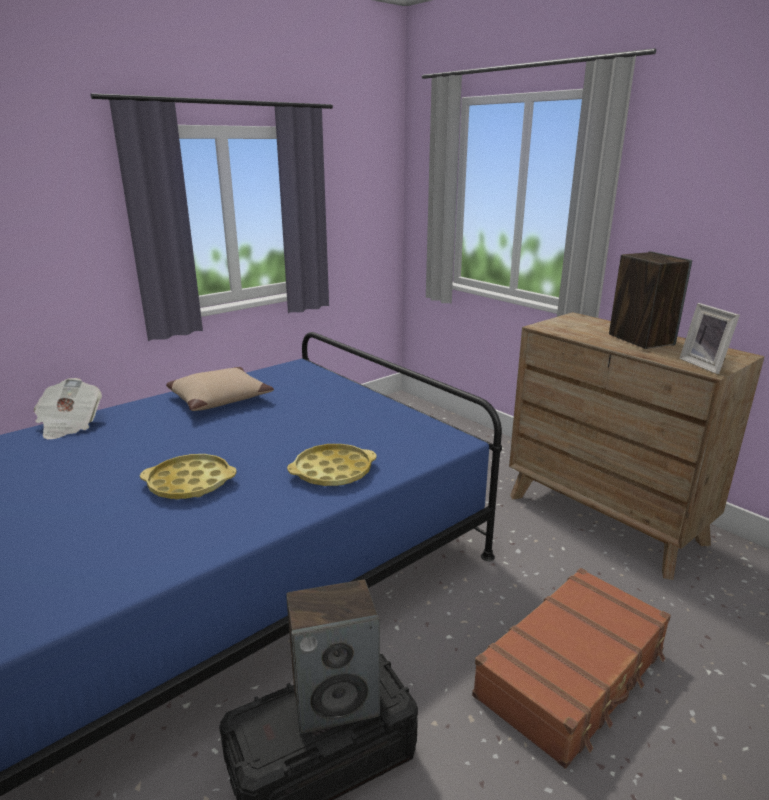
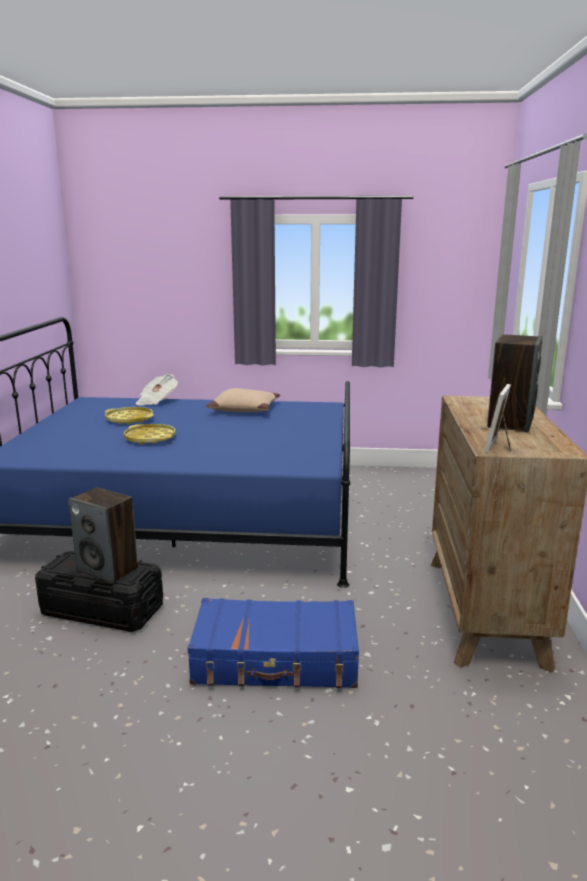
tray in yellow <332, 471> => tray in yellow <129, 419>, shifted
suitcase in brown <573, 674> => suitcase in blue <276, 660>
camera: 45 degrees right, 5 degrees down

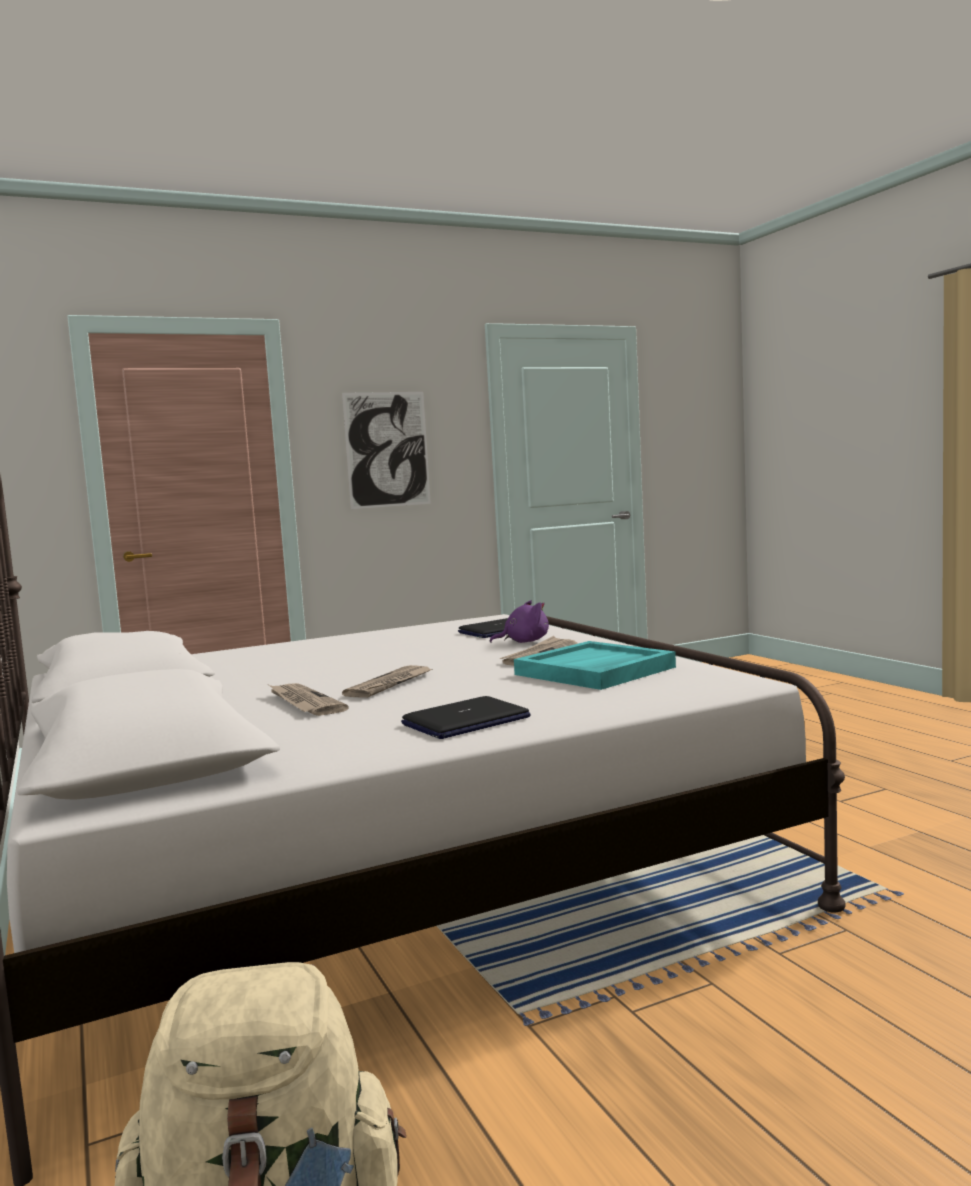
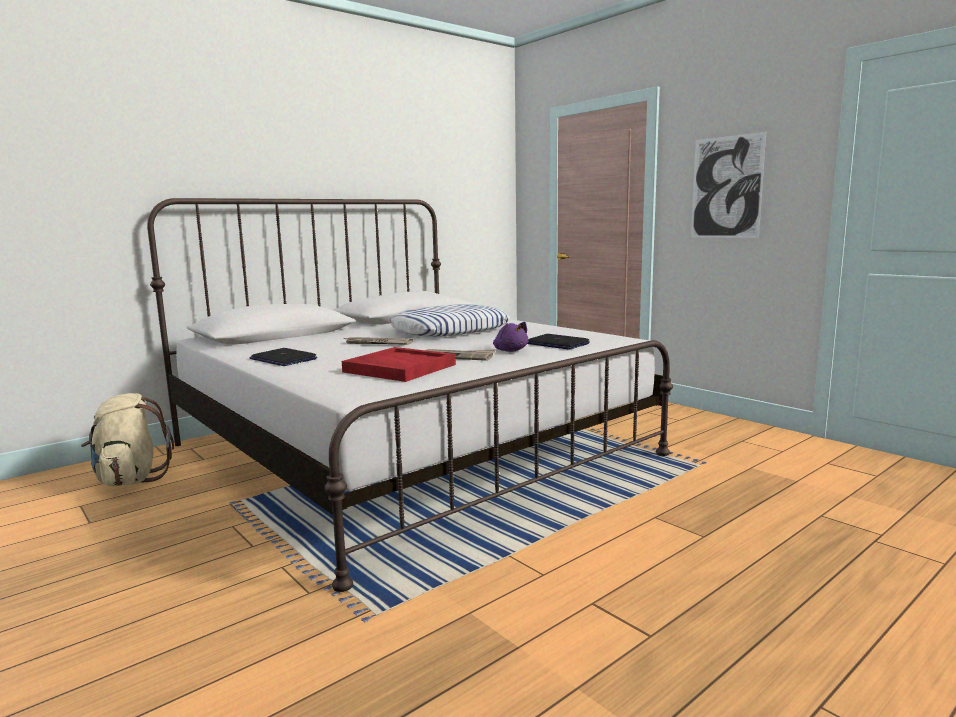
newspaper <304, 703> => nothing
tray in turquoise <594, 671> => tray in red <398, 368>
nothing => pillow <450, 330>
camera: 75 degrees right, 5 degrees up

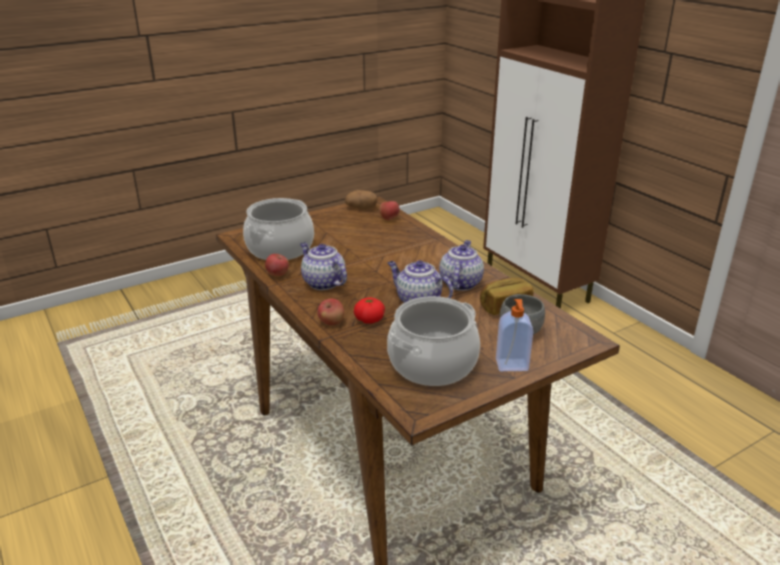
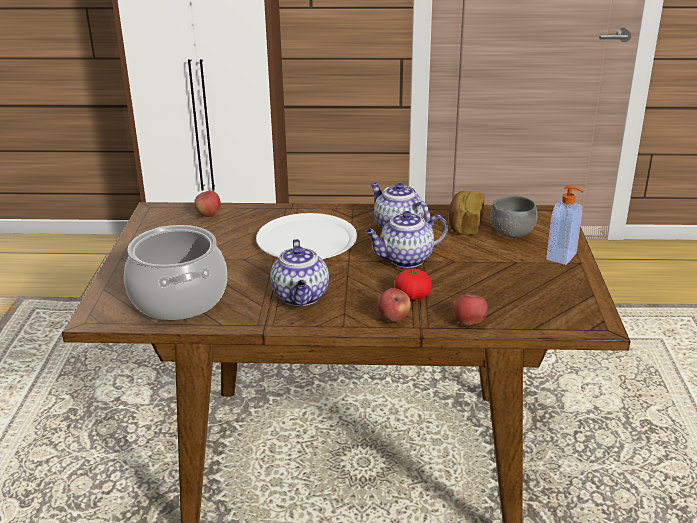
apple <277, 274> => apple <469, 322>, shifted
teapot <322, 282> => teapot <301, 297>, 90 degrees counterclockwise
potato <361, 208> => nothing
cooking pot <433, 364> => nothing
nothing => plate in white <307, 239>
camera: 55 degrees left, 0 degrees up

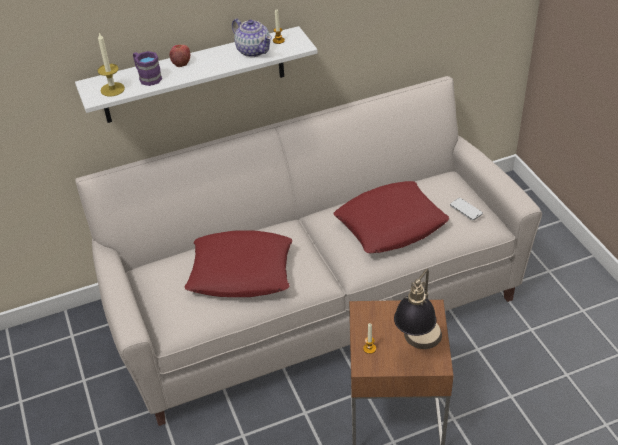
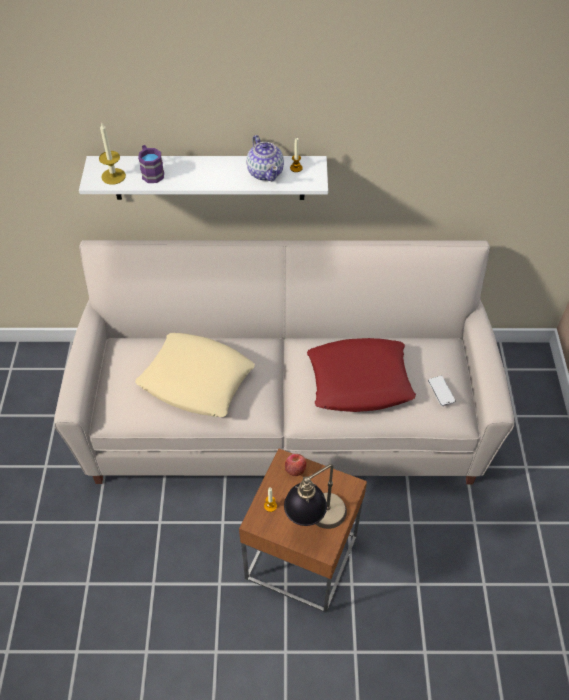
apple <181, 62> => apple <295, 469>, shifted
pillow in red <240, 271> => pillow in beige <196, 380>
camera: 20 degrees right, 10 degrees up

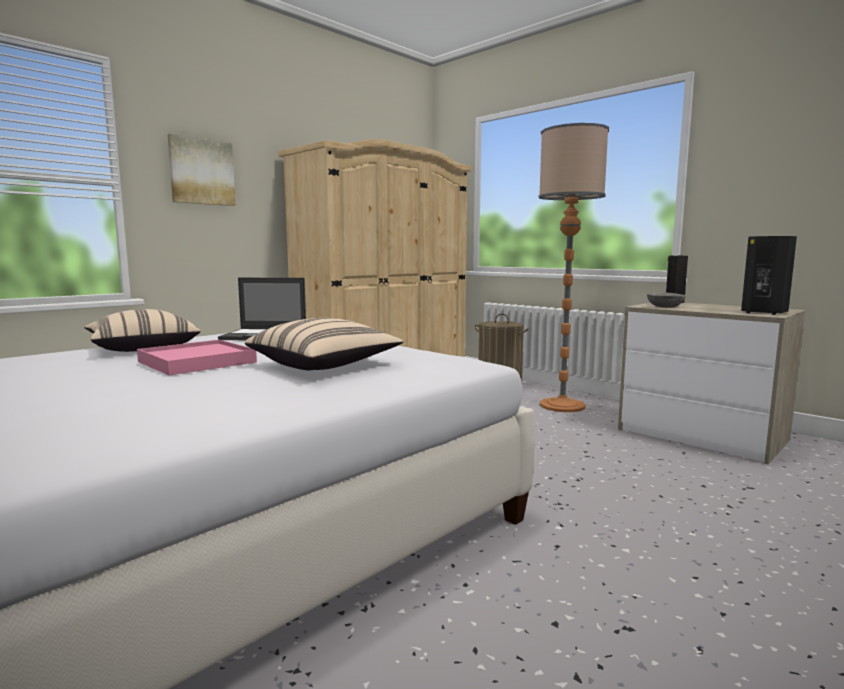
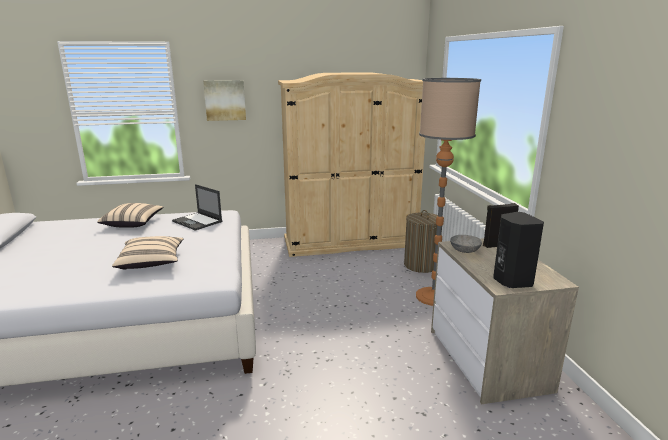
tray in pink <197, 362> => nothing
camera: 35 degrees right, 10 degrees up

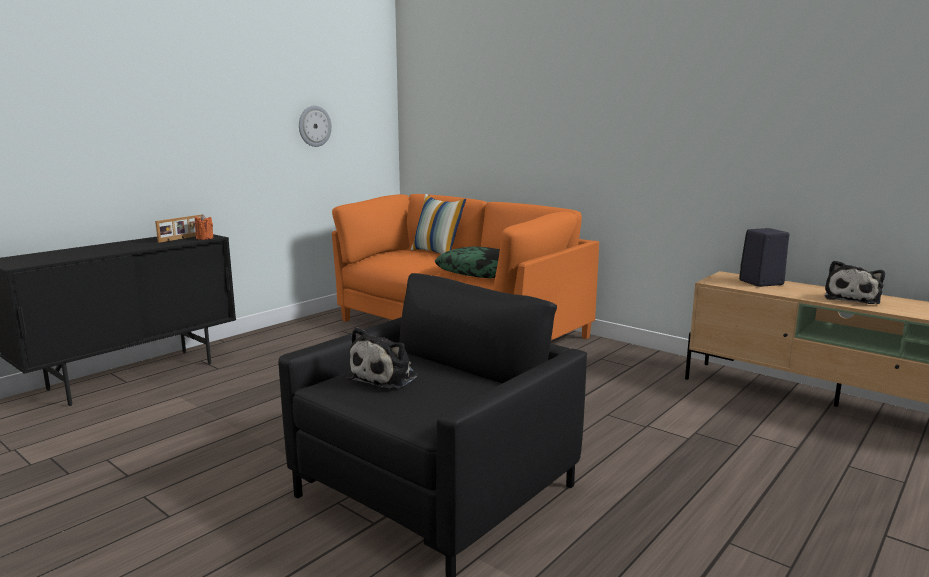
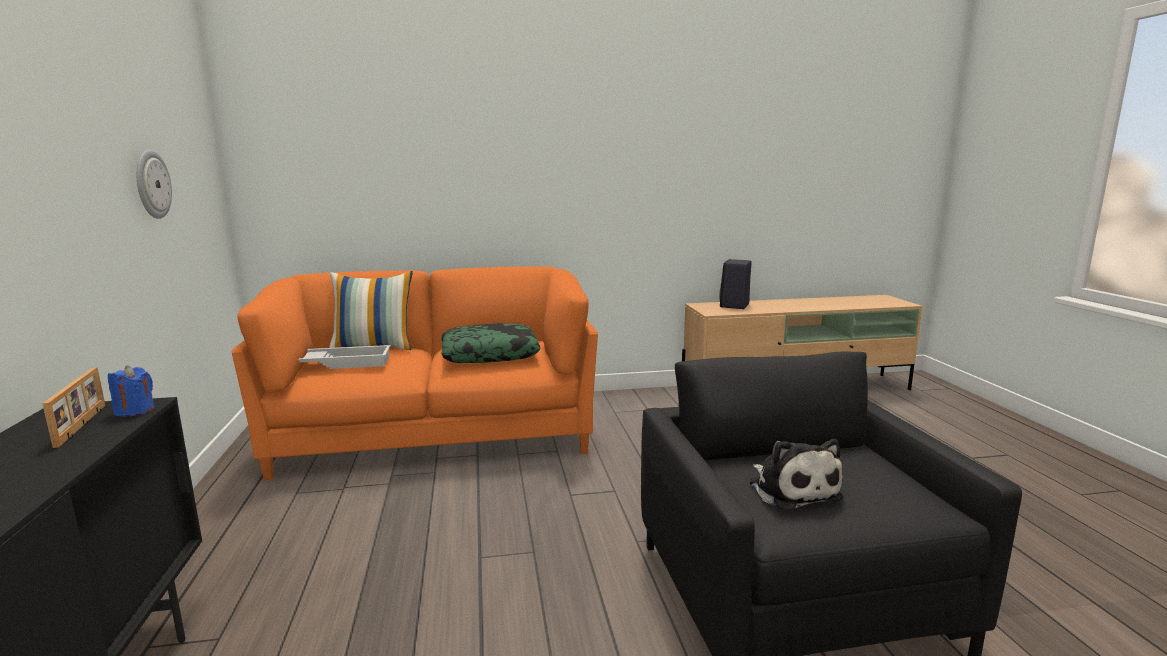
candle in orange <204, 238> => candle in blue <135, 411>
plush toy <852, 298> => nothing
nothing => tray in white <345, 363>
camera: 50 degrees left, 0 degrees up

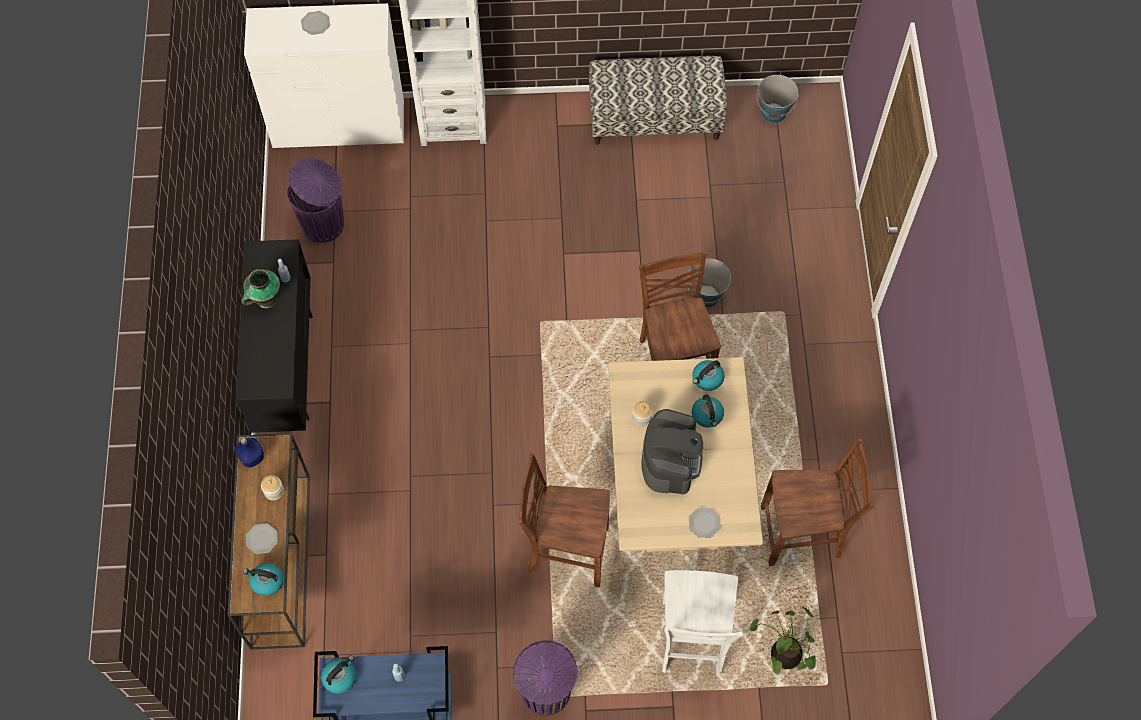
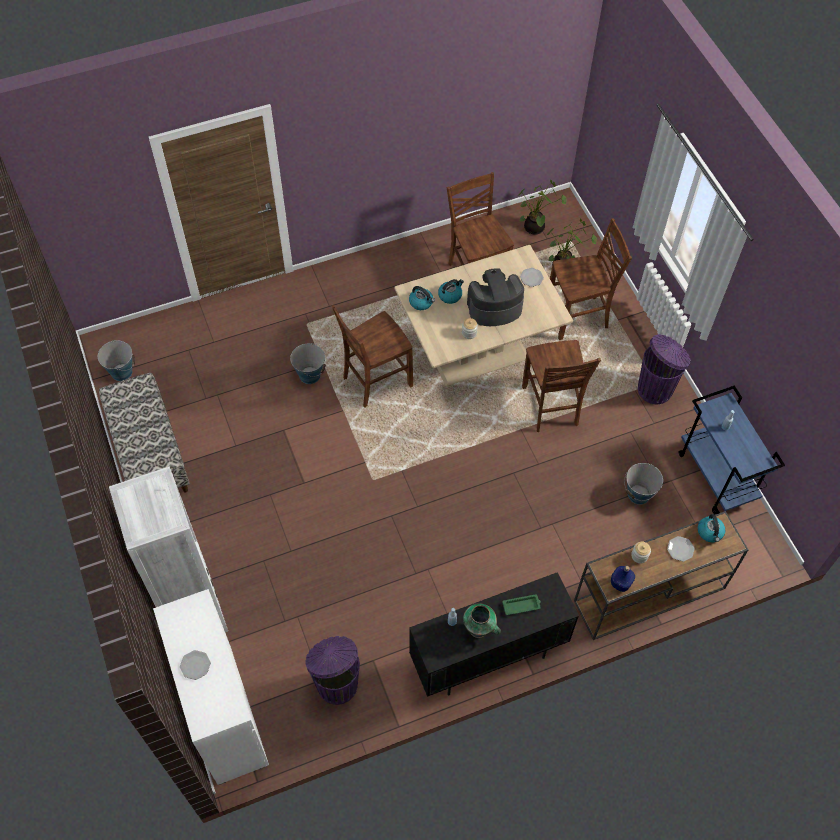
kettle <340, 677> => nothing
chair in white <692, 640> => chair in brown <578, 317>
nothing => tray in green <522, 605>
nothing => potted plant <535, 229>
nothing => bucket <639, 494>
camera: 110 degrees left, 5 degrees down

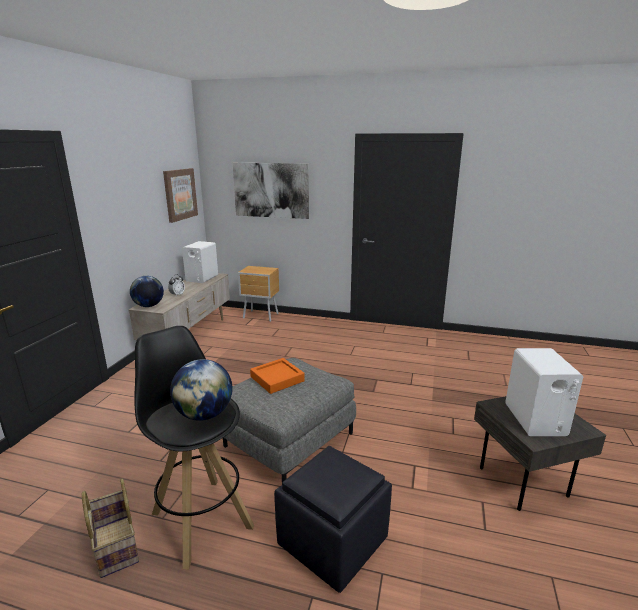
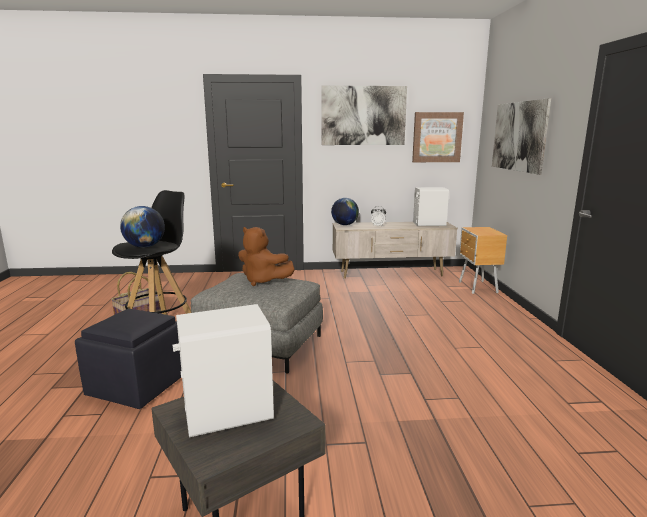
tray in orange <277, 379> => plush toy in brown <263, 281>
nothing => picture <363, 115>
camera: 70 degrees right, 5 degrees down

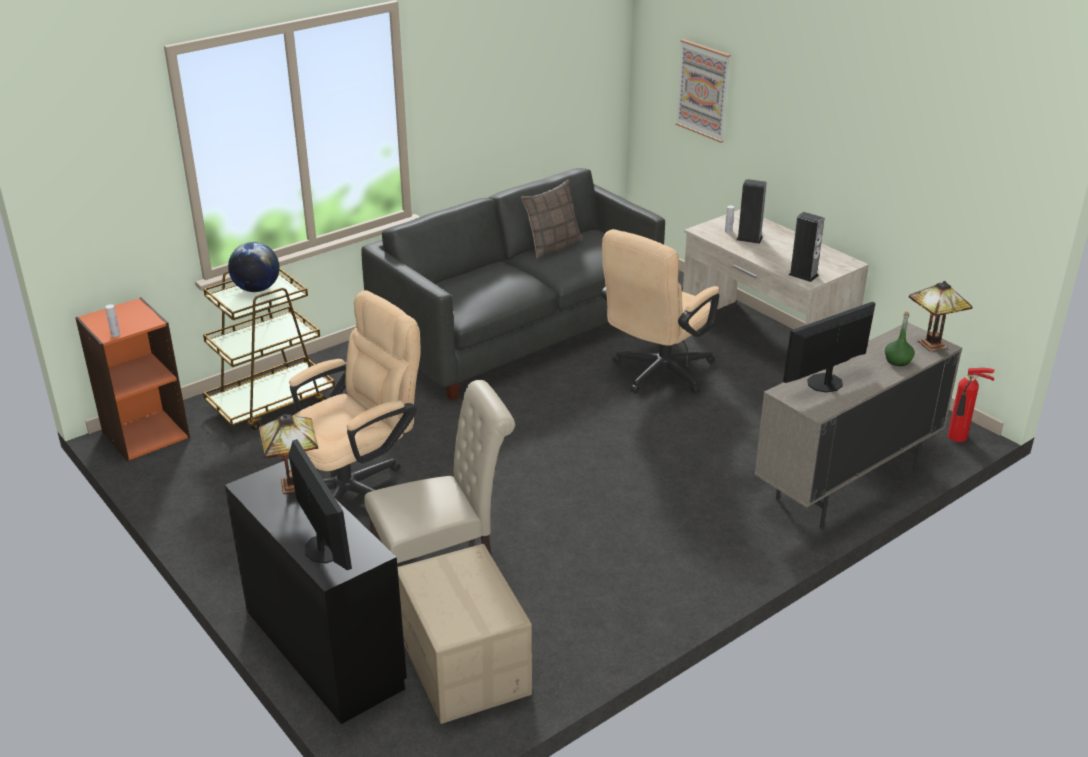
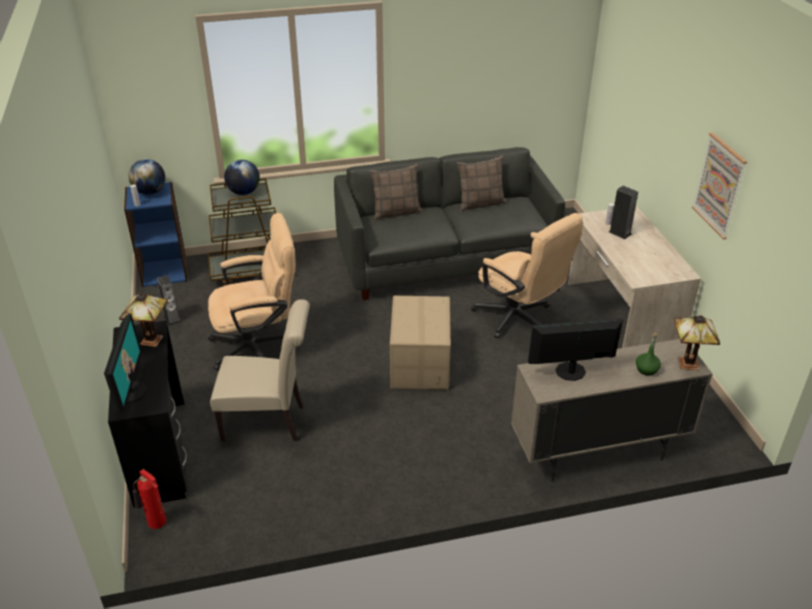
bookcase in orange <145, 434> => bookcase in blue <164, 271>
cardboard box <466, 665> => cardboard box <420, 363>, shifted
office chair in beige <656, 375> => office chair in beige <519, 320>, 105 degrees counterclockwise
picture <703, 90> => picture <719, 185>, shifted
speaker <803, 275> => speaker <172, 319>, shifted
fire extinguisher <958, 438> => fire extinguisher <156, 524>, shifted
nothing => globe <150, 192>
nothing => pillow <396, 212>
camera: 25 degrees right, 5 degrees up

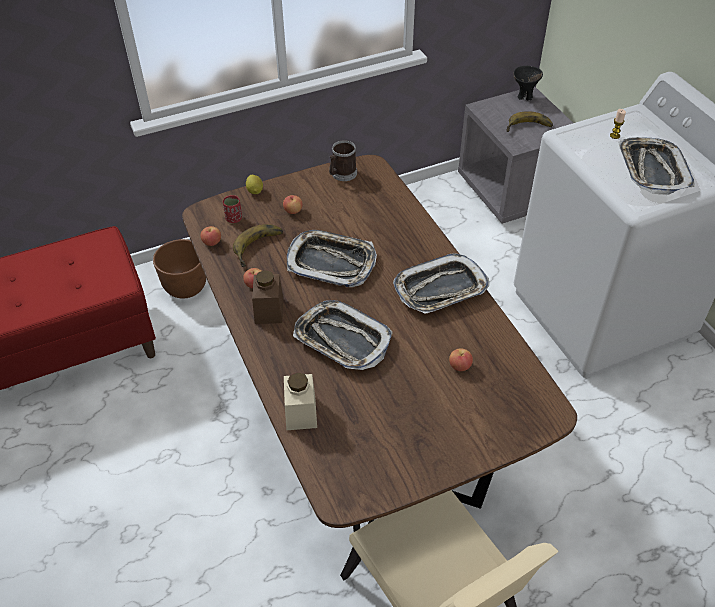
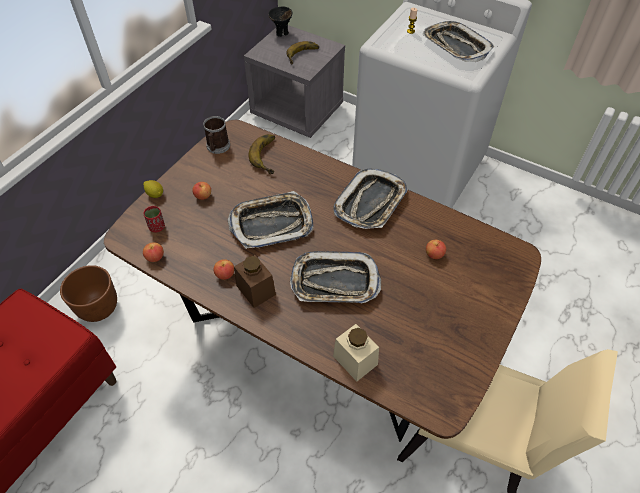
banana <260, 248> => banana <269, 156>, shifted
camera: 35 degrees left, 5 degrees up

